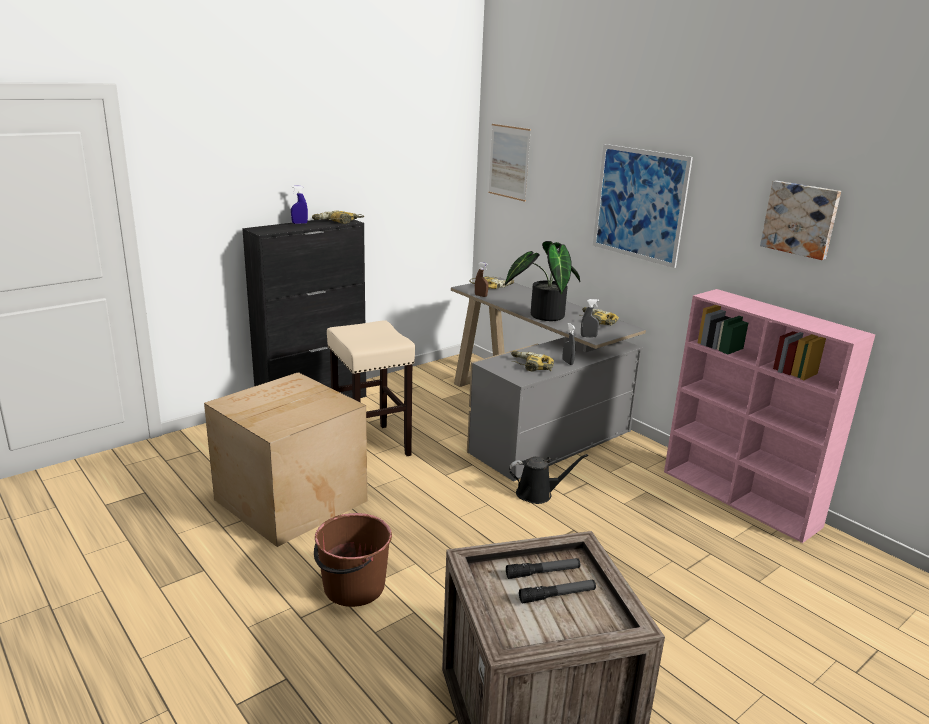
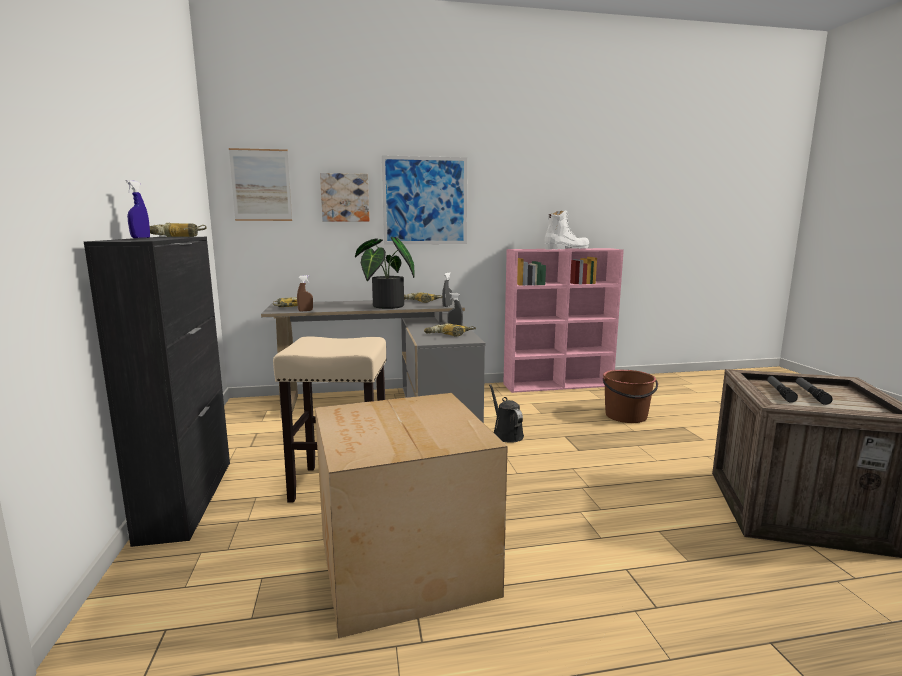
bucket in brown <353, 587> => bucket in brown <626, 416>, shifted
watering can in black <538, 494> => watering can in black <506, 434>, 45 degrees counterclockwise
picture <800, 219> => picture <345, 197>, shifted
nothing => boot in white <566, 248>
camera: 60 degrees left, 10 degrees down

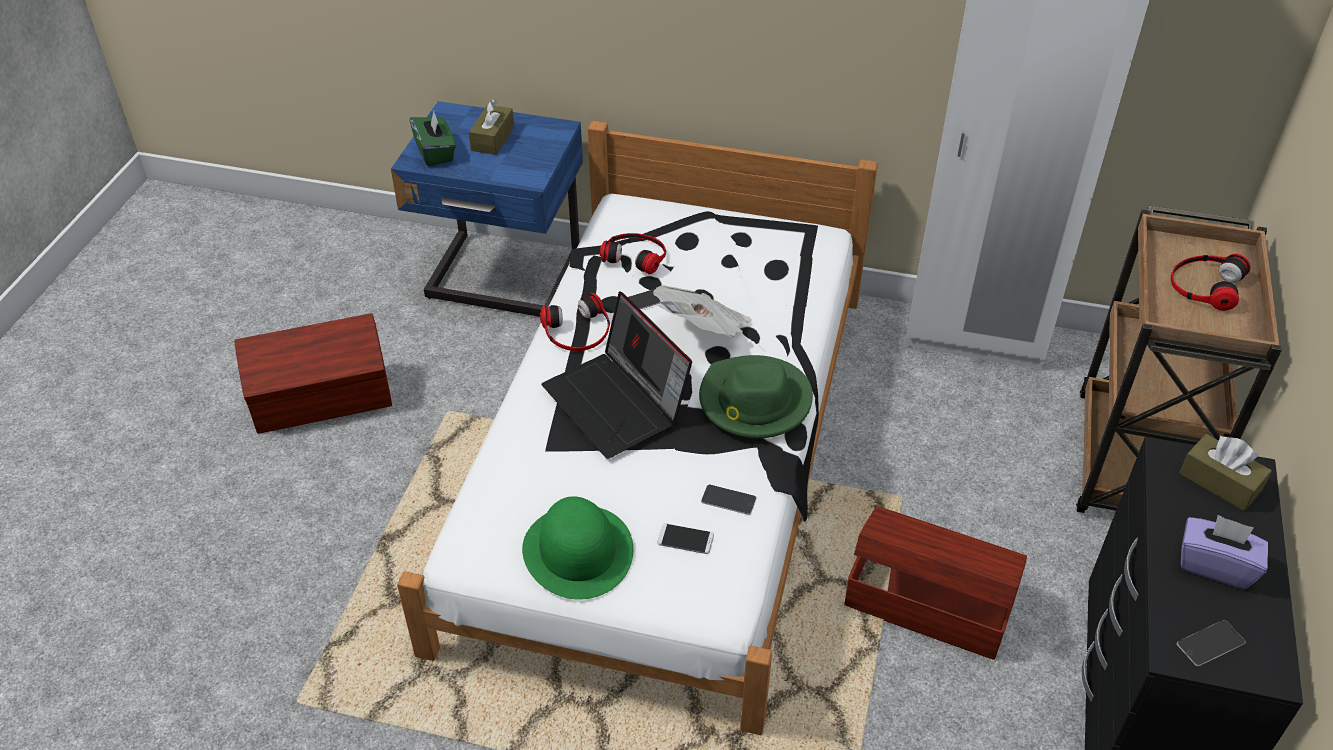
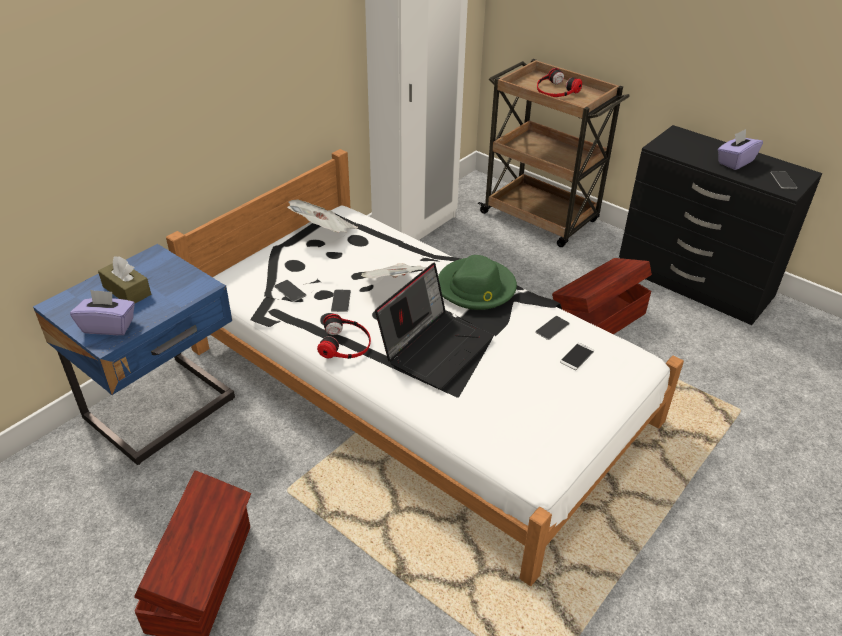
tissue box in green <435, 152> => tissue box in purple <108, 326>
hat in green <578, 551> => nothing
laptop <618, 403> => laptop <435, 346>, 45 degrees counterclockwise
headphones <635, 255> => phone <290, 291>
tissue box in brown <1220, 482> => nothing
nothing => newspaper <324, 232>
camera: 65 degrees left, 5 degrees down

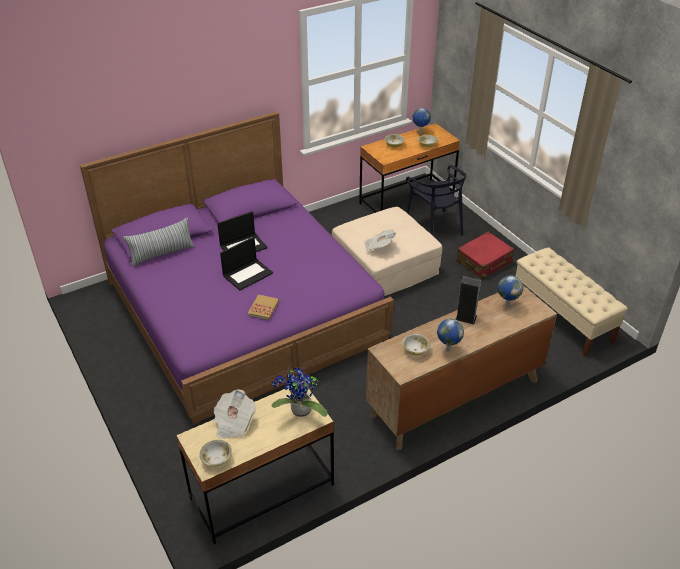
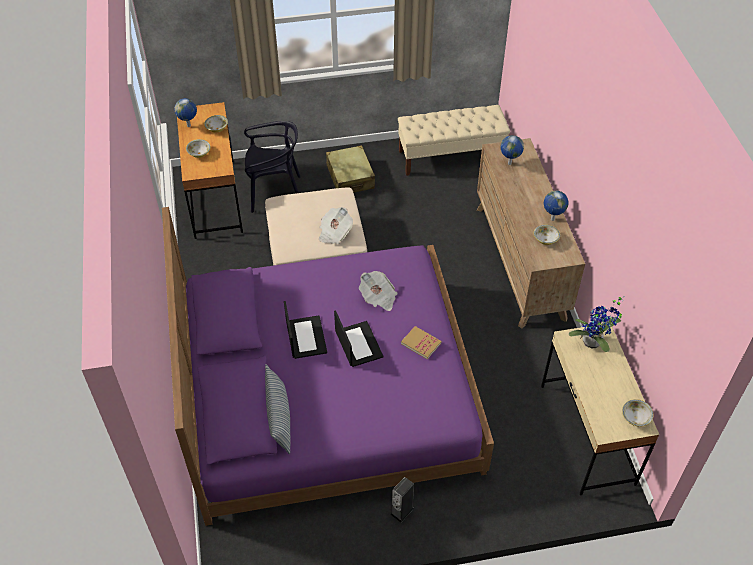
newspaper <233, 423> => newspaper <378, 297>, shifted
speaker <466, 318> => speaker <402, 511>, shifted
suitcase in red <484, 262> => suitcase in beige <350, 177>
camera: 70 degrees left, 10 degrees up

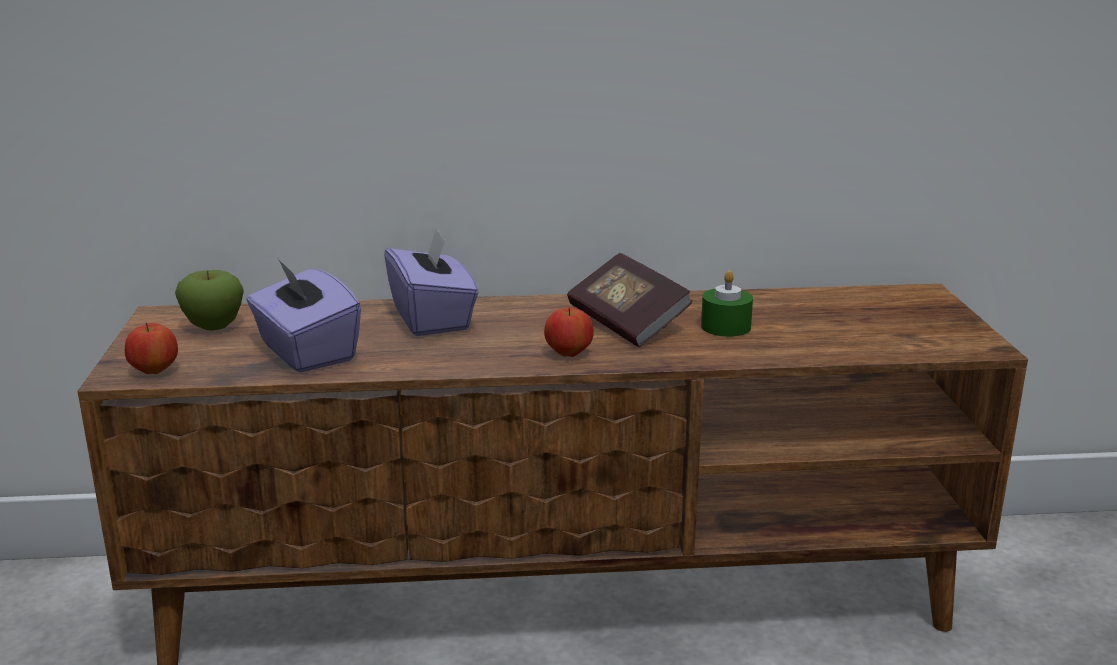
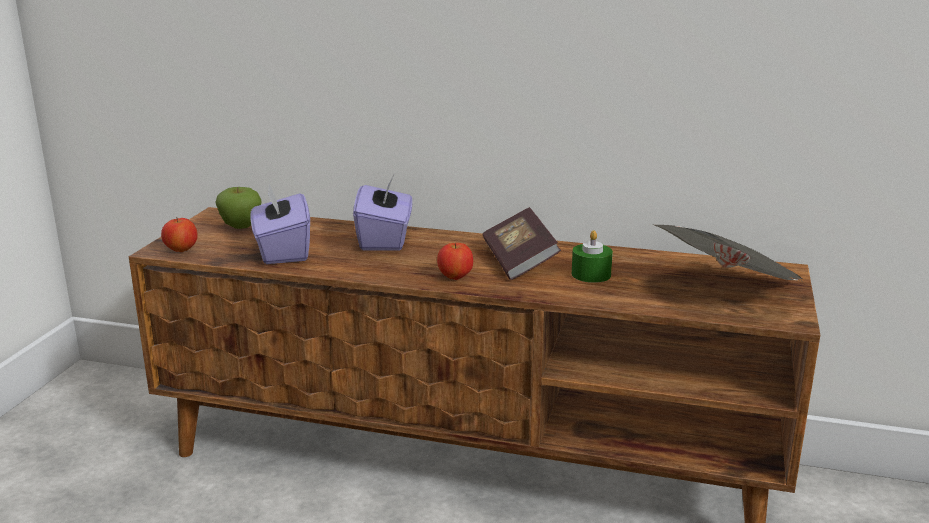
nothing => newspaper <728, 293>
camera: 20 degrees right, 0 degrees up

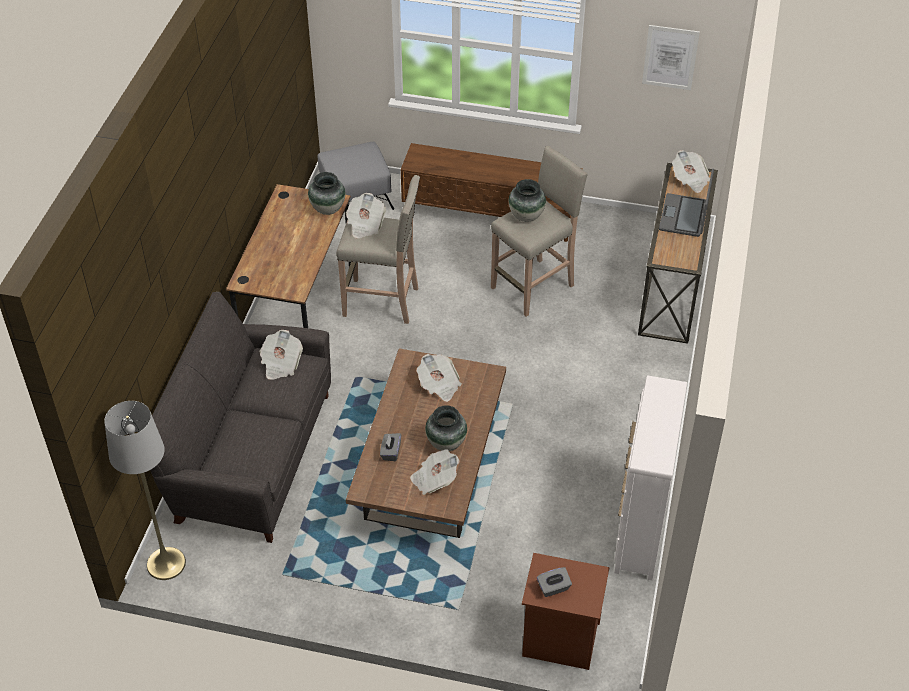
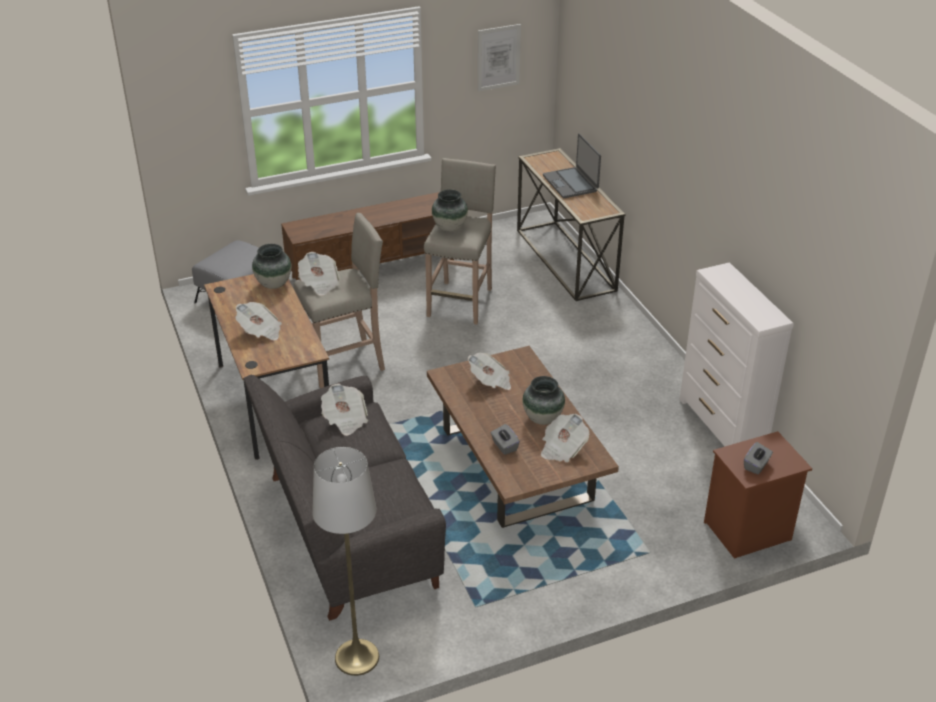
newspaper <690, 180> => newspaper <260, 331>, shifted
camera: 35 degrees left, 10 degrees down

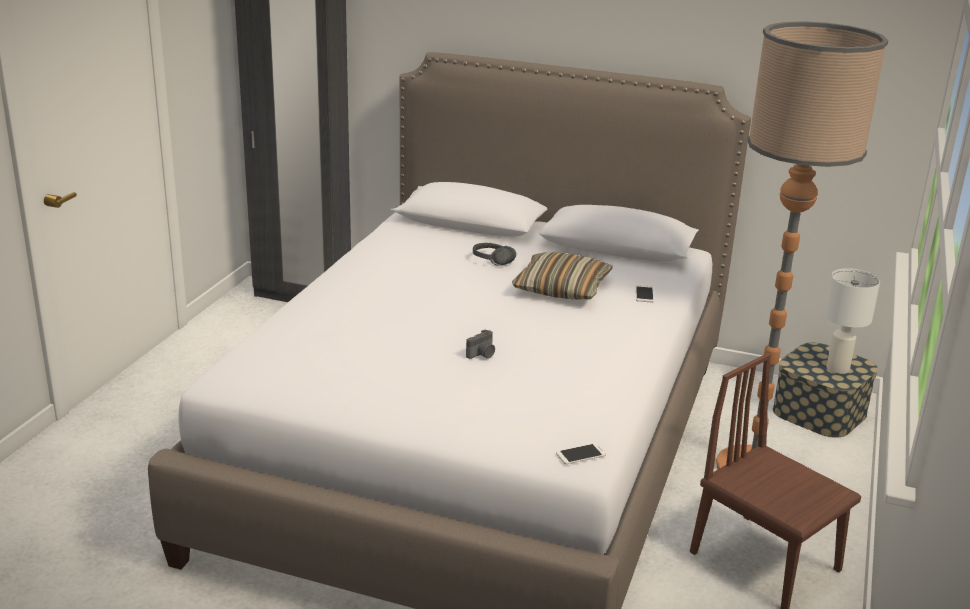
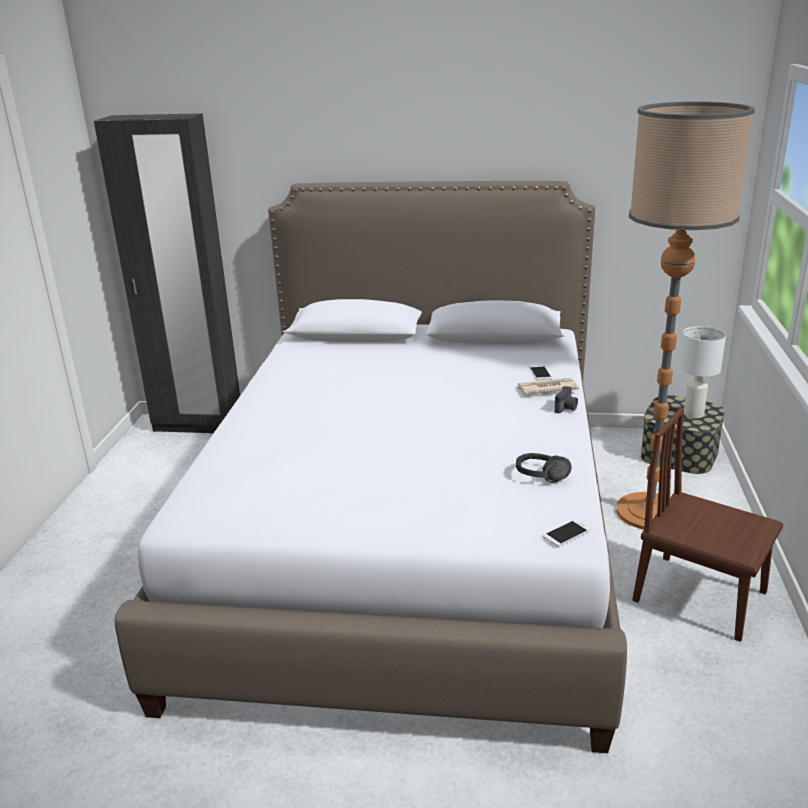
photo camera <482, 354> => photo camera <566, 408>, shifted
headphones in black <490, 263> => headphones in black <541, 480>, shifted
pillow <561, 288> => nothing
nothing => newspaper <546, 389>
camera: 10 degrees left, 0 degrees up

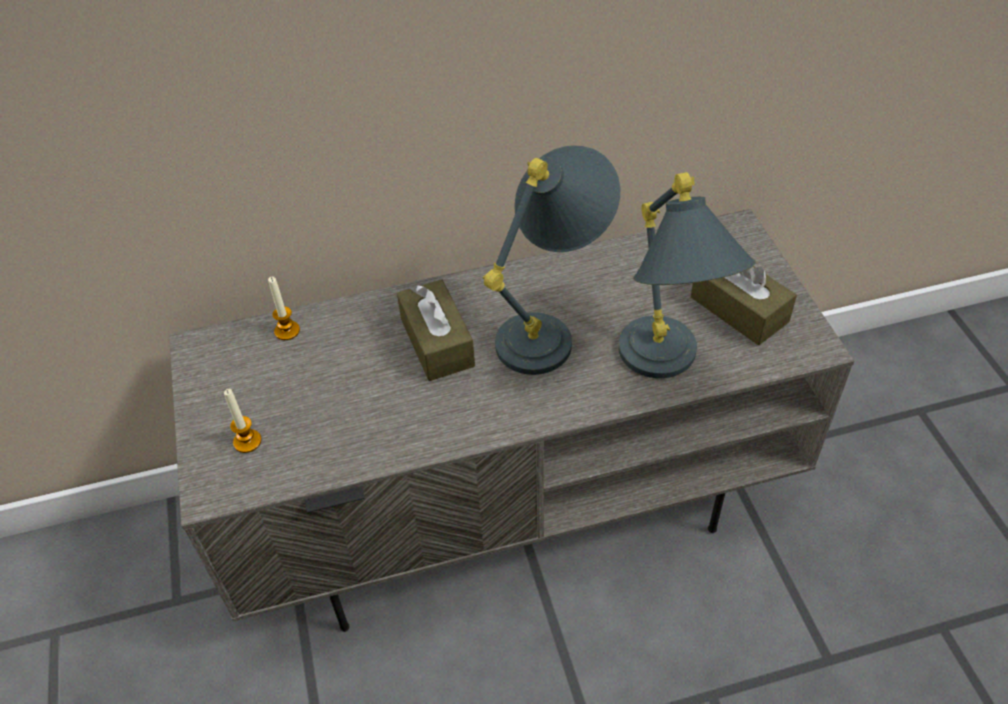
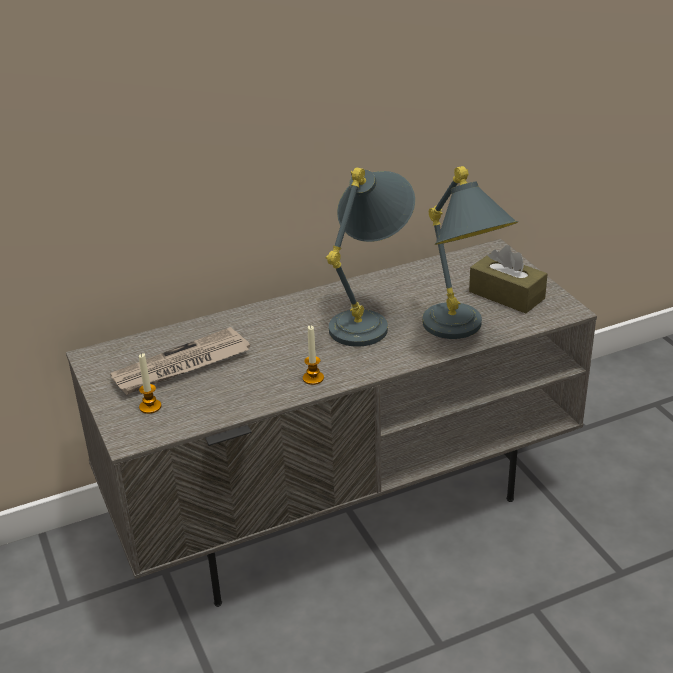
candle <287, 331> => candle <313, 378>, shifted
tissue box in brown <437, 342> => nothing
nothing => newspaper <181, 366>
camera: 10 degrees left, 15 degrees down

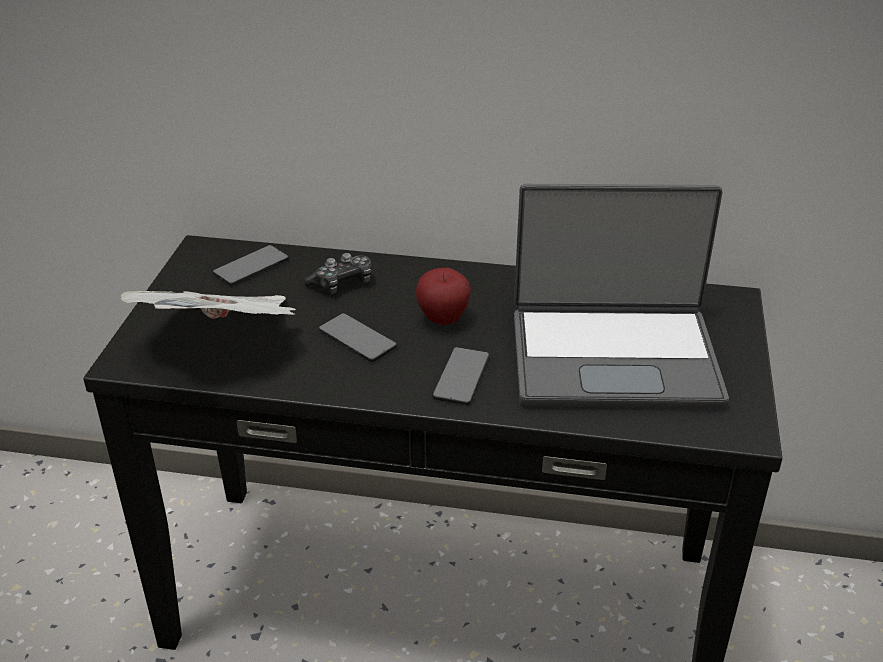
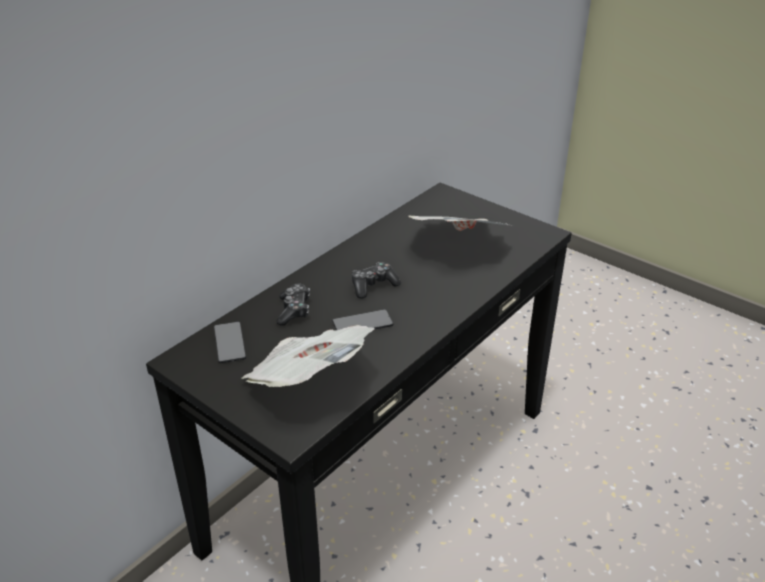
apple <443, 320> => game controller <373, 286>
phone <461, 377> => nothing
laptop <614, 357> => newspaper <460, 244>
camera: 60 degrees left, 0 degrees up

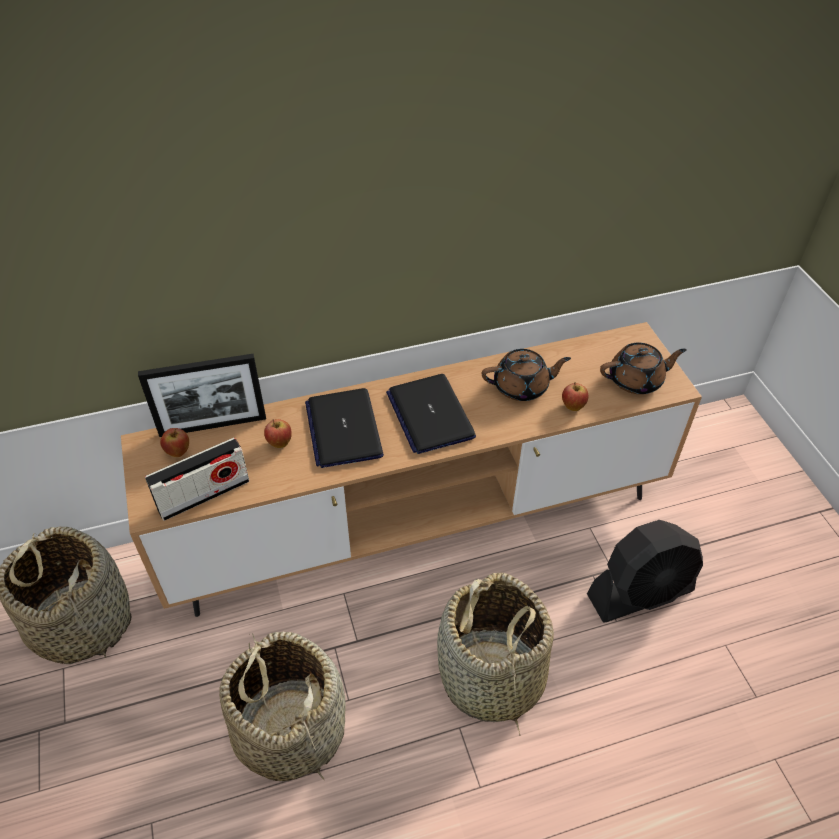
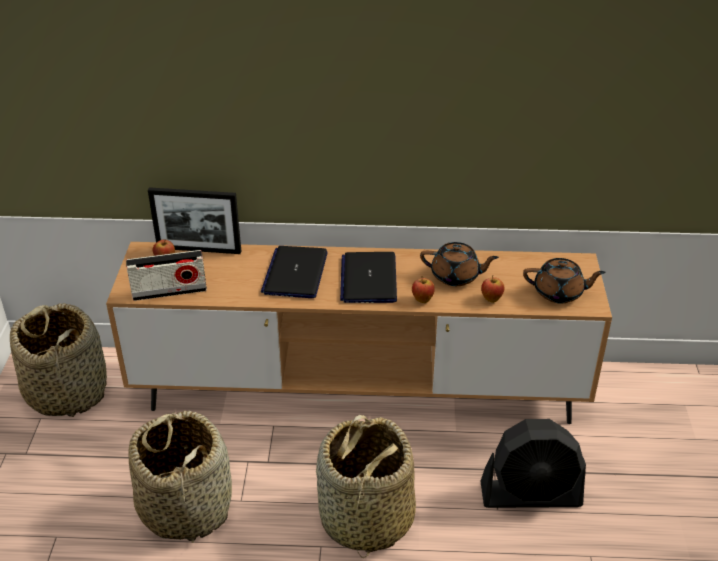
apple <279, 443> => apple <422, 300>, shifted
camera: 20 degrees right, 10 degrees down

